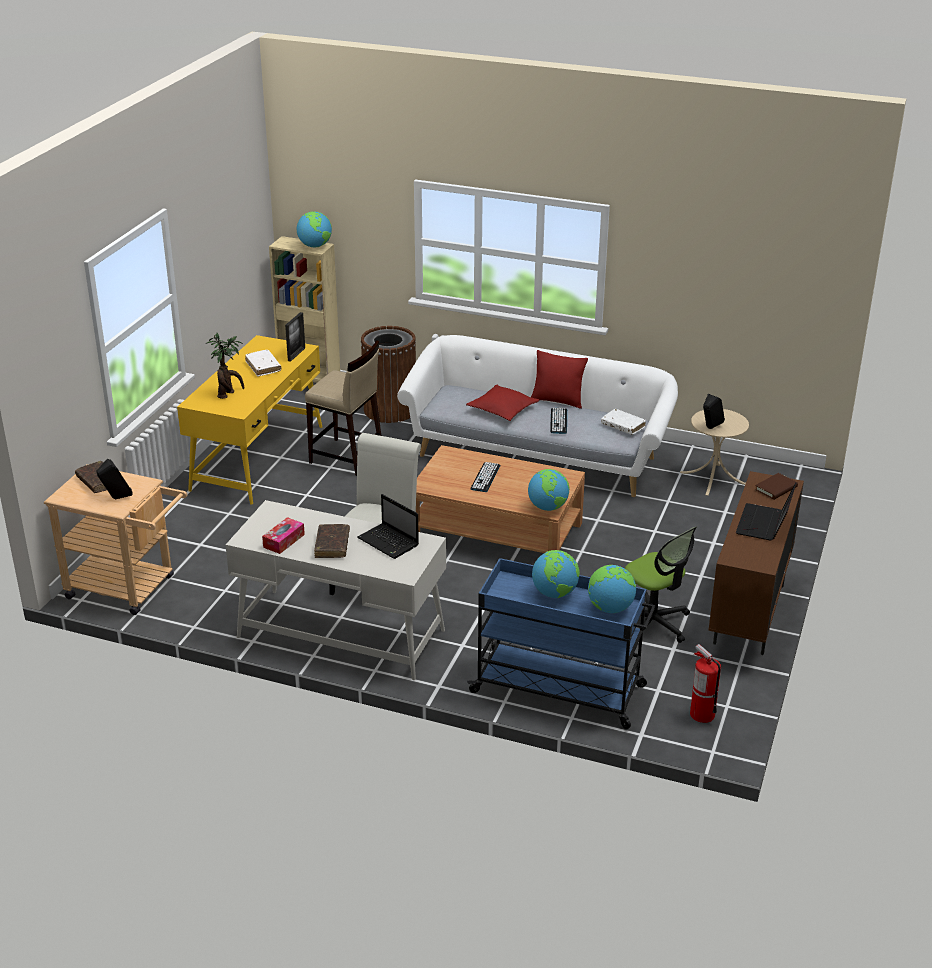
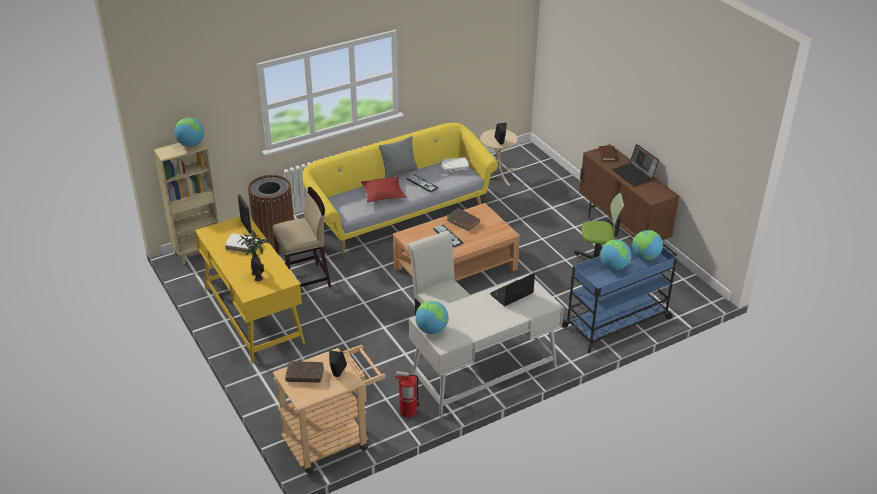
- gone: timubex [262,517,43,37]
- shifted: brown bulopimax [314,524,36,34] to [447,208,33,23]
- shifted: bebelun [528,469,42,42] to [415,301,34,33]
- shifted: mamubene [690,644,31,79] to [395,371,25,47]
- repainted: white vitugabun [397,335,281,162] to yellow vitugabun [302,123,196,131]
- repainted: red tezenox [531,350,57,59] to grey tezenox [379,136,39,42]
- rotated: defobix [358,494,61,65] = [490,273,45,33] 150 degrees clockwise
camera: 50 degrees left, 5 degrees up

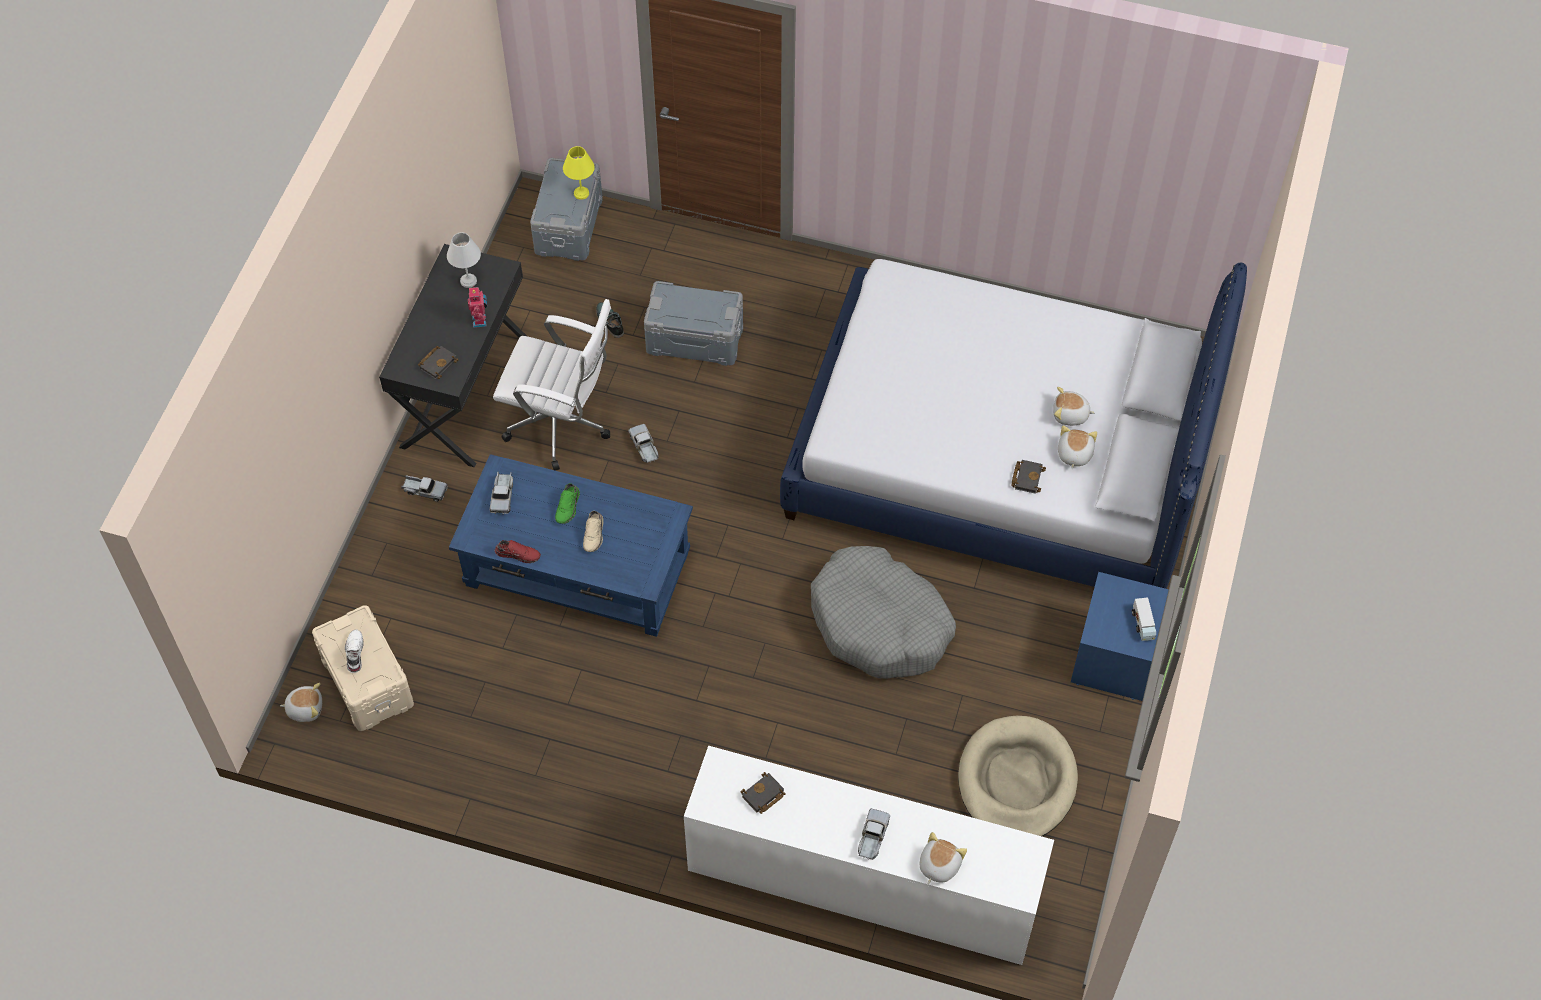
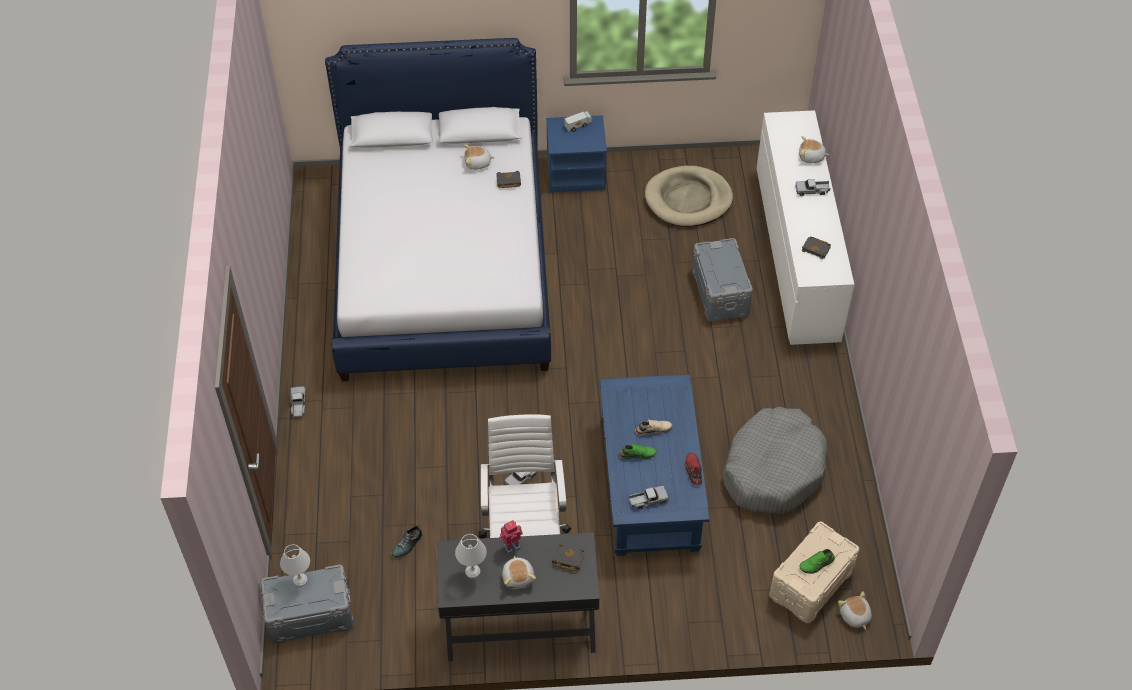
- shifted: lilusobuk [401,475,47,27] to [290,387,16,31]
- shifted: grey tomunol [644,281,99,85] to [692,238,61,84]
- shifted: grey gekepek [811,546,145,133] to [723,407,105,107]
- shifted: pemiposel [1053,387,42,39] to [502,556,34,33]
- repainted: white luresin [345,629,19,44] to green luresin [799,549,36,25]
- repainted: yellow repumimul [563,146,32,54] to white repumimul [280,544,30,43]
camera: 110 degrees left, 5 degrees down

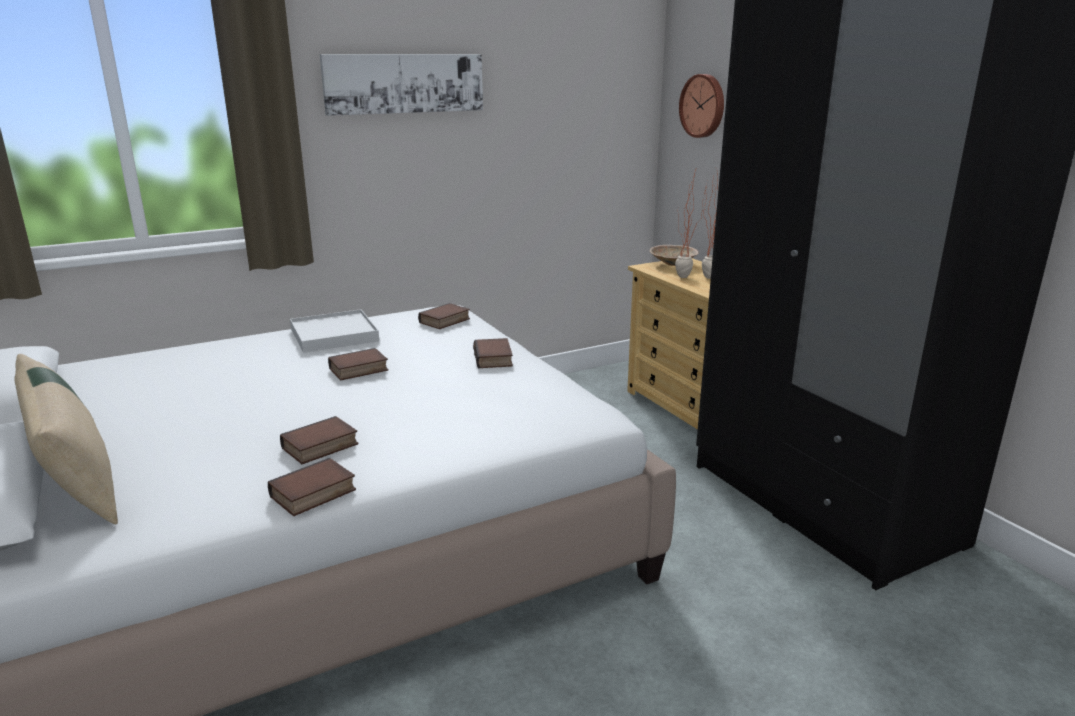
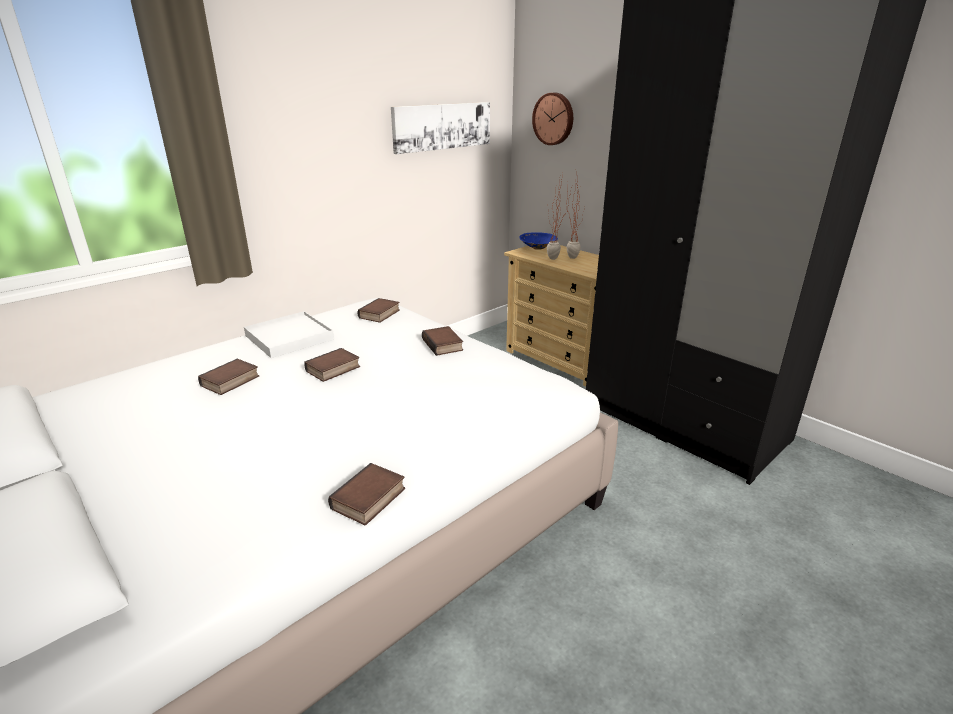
- gone: beige tezenox [14,354,104,170]
- shifted: bulopimax [280,416,79,48] to [198,359,61,36]
- shifted: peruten [320,54,163,62] to [391,102,99,52]
- repainted: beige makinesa [650,245,48,21] to blue makinesa [519,232,39,18]
camera: 15 degrees left, 5 degrees up

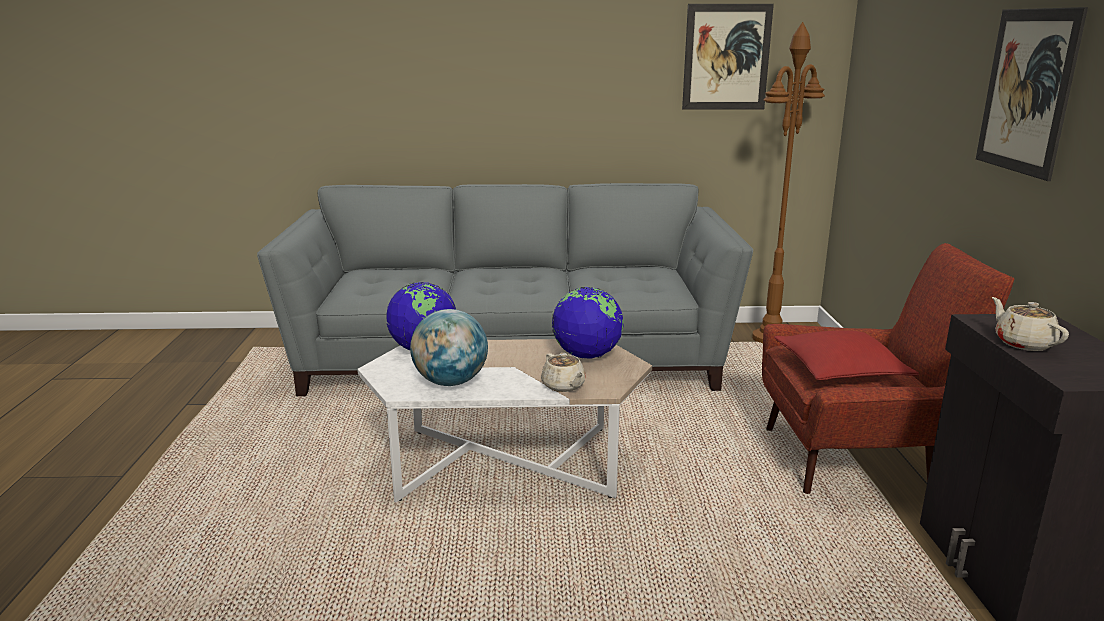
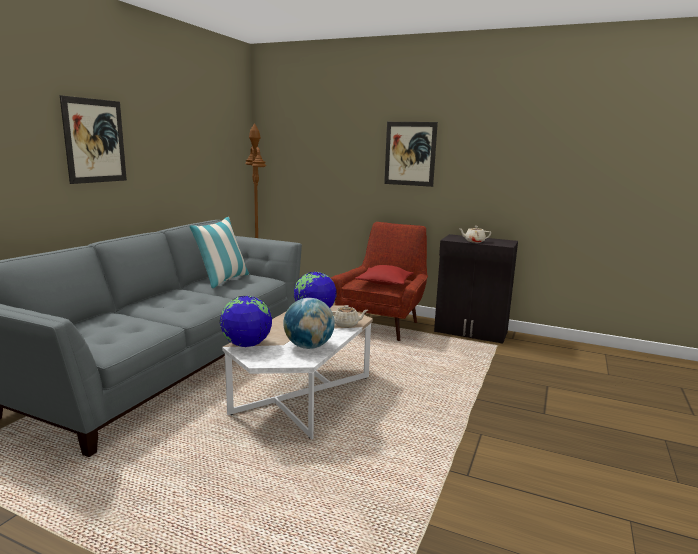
- new: tezenox [189,217,60,71]
- shifted: peruten [682,4,92,106] to [60,95,67,89]
camera: 65 degrees left, 5 degrees down

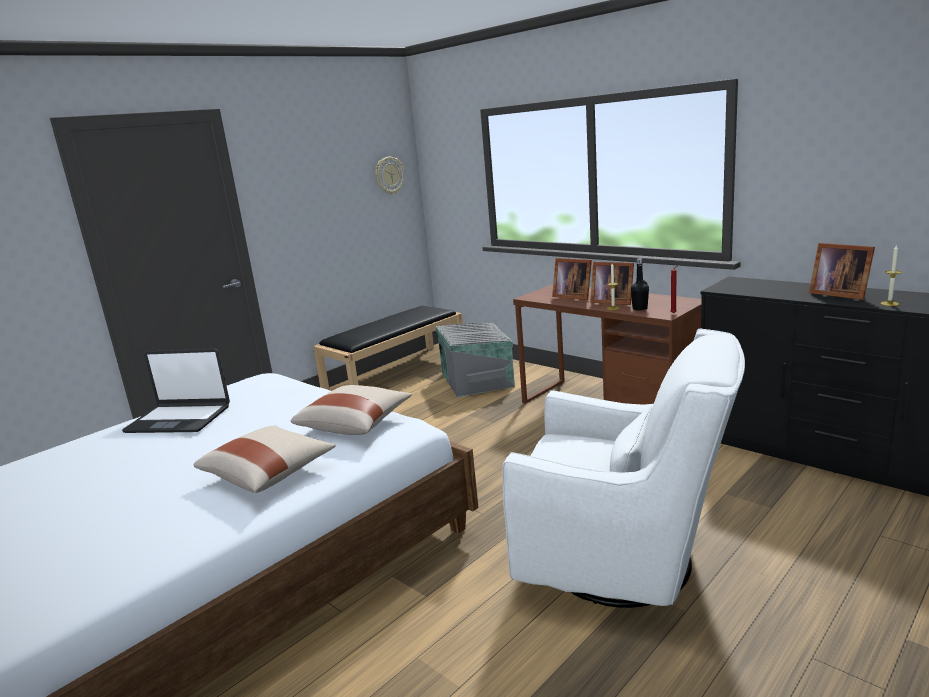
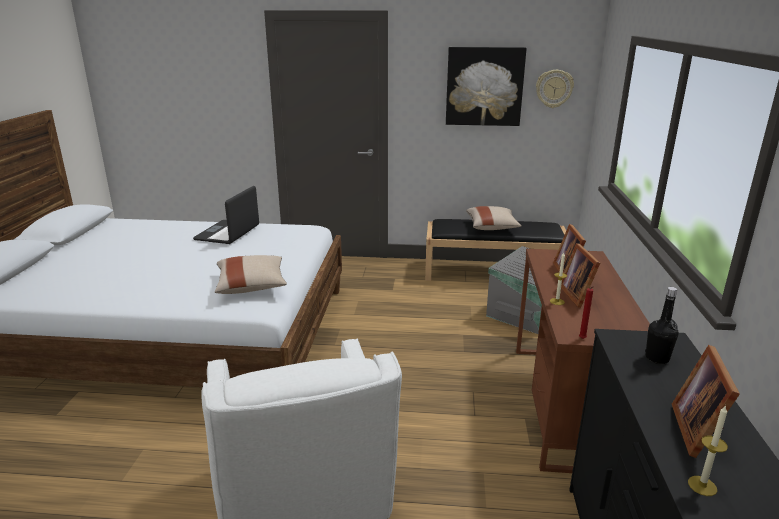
- new: peruten [446,47,81,79]
- shifted: beige tezenox [194,426,142,67] to [466,206,56,24]
- shifted: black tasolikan [631,258,18,53] to [645,287,34,77]
- rotated: defobix [122,349,108,84] = [193,186,66,58] 45 degrees clockwise
camera: 50 degrees right, 5 degrees up

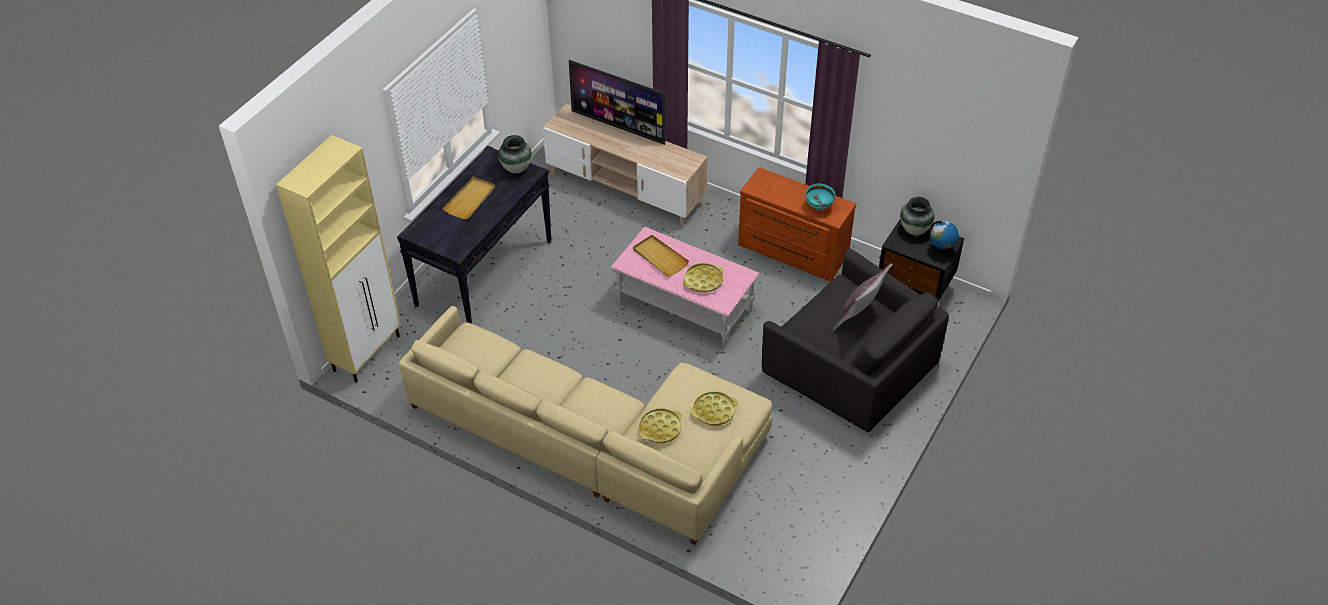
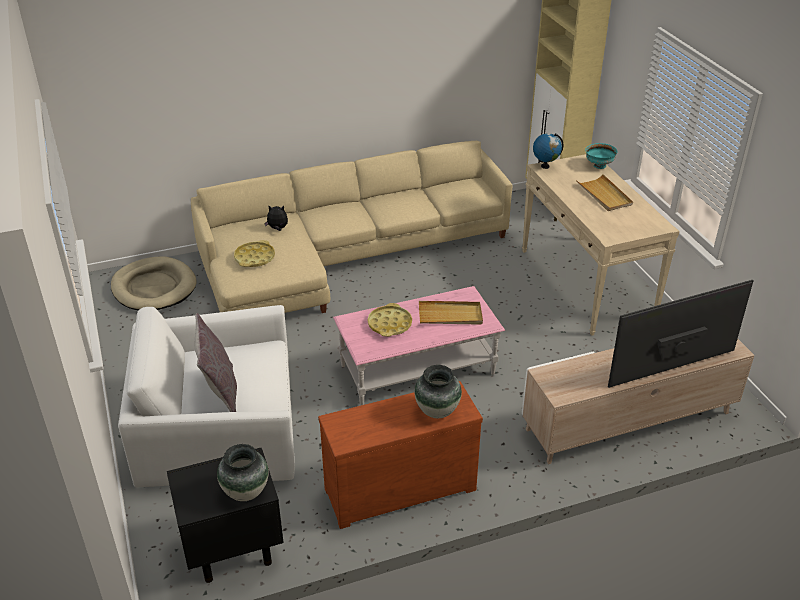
- new: beige gekepek [111,256,86,54]
- shifted: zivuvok [498,135,34,39] to [414,365,48,53]
- shifted: turquoise makinesa [806,184,30,26] to [585,143,33,26]
- shifted: bebelun [930,221,29,32] to [533,133,31,36]
- swapped: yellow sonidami [639,408,43,35] to pemiposel [264,205,24,26]
- repainted: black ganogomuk [397,146,155,178] to beige ganogomuk [522,154,158,182]
- repainted: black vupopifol [762,249,187,183] to white vupopifol [118,305,177,183]
camera: 130 degrees right, 10 degrees down

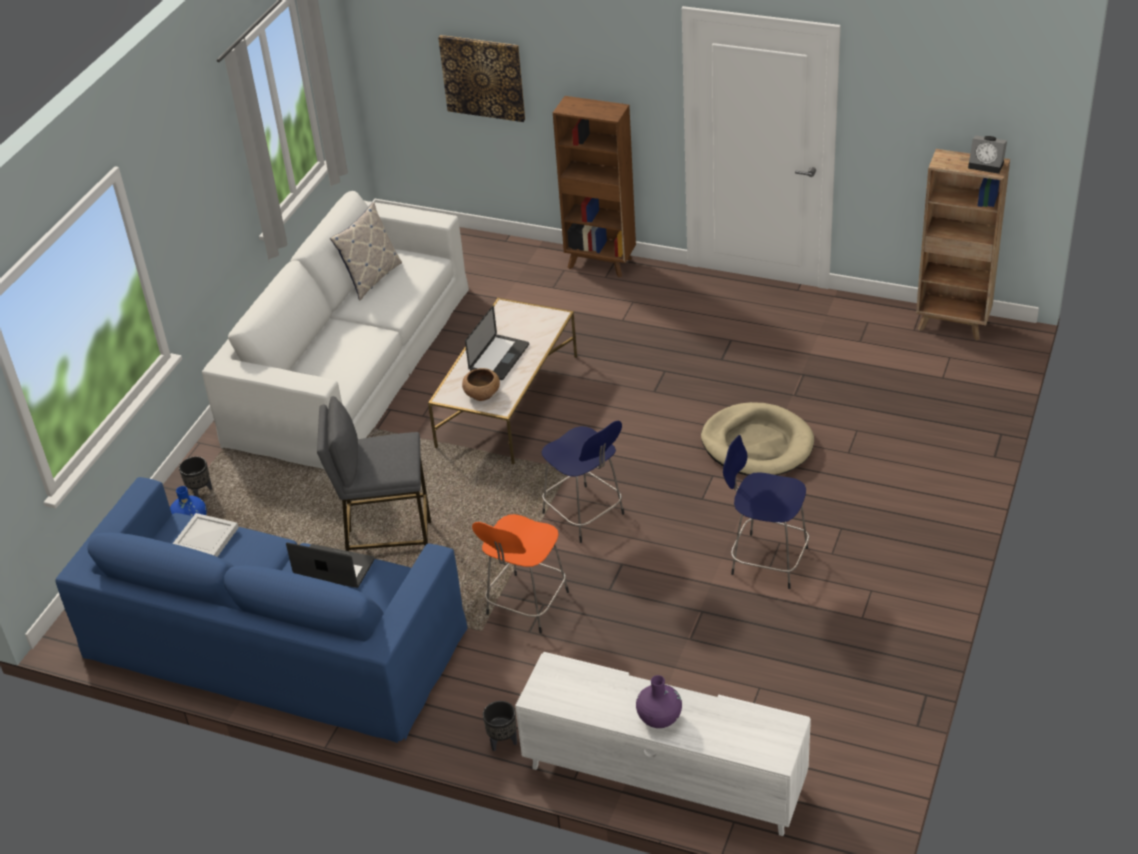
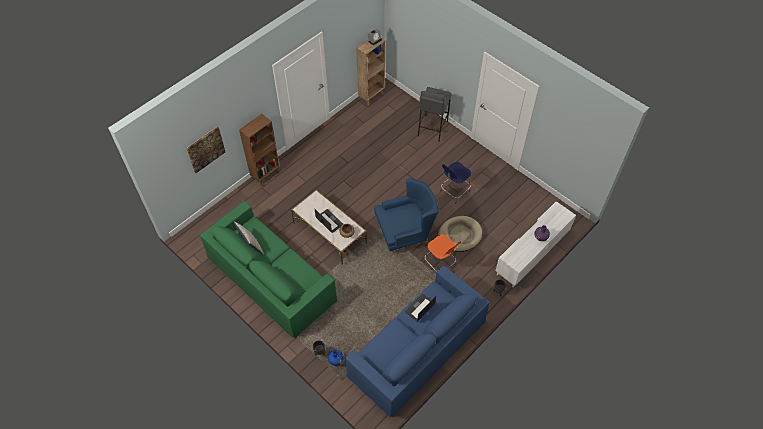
- gone: white sonidami [173,513,66,44]
- shifted: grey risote [317,396,114,155] to [418,87,34,55]
- shifted: beige gekepek [701,402,113,74] to [438,216,44,36]
- swapped: blue risote [541,421,83,122] to blue vupopifol [374,179,65,74]
- repainted: white vitugabun [202,191,267,278] to green vitugabun [200,201,137,137]
camera: 70 degrees left, 15 degrees up

